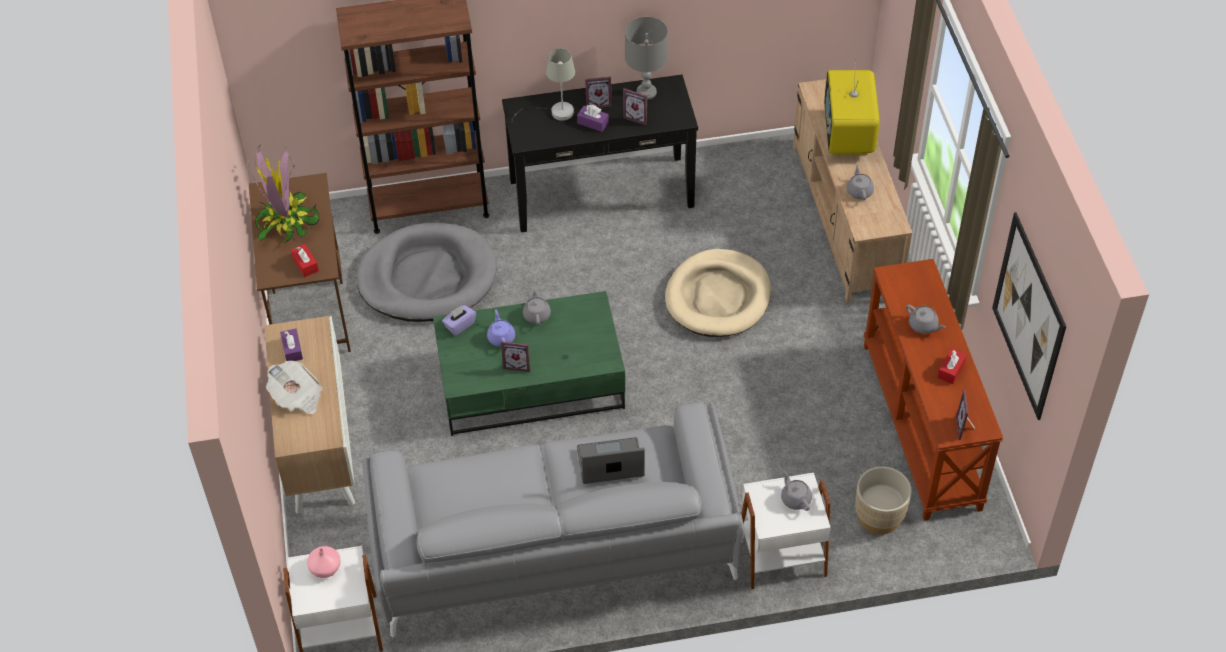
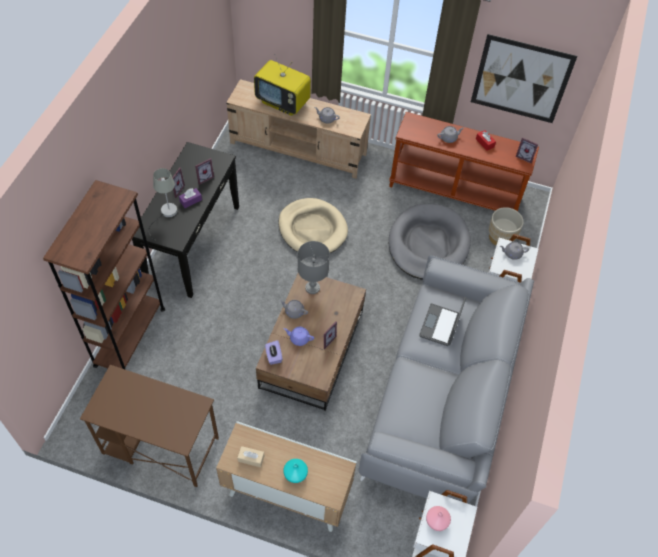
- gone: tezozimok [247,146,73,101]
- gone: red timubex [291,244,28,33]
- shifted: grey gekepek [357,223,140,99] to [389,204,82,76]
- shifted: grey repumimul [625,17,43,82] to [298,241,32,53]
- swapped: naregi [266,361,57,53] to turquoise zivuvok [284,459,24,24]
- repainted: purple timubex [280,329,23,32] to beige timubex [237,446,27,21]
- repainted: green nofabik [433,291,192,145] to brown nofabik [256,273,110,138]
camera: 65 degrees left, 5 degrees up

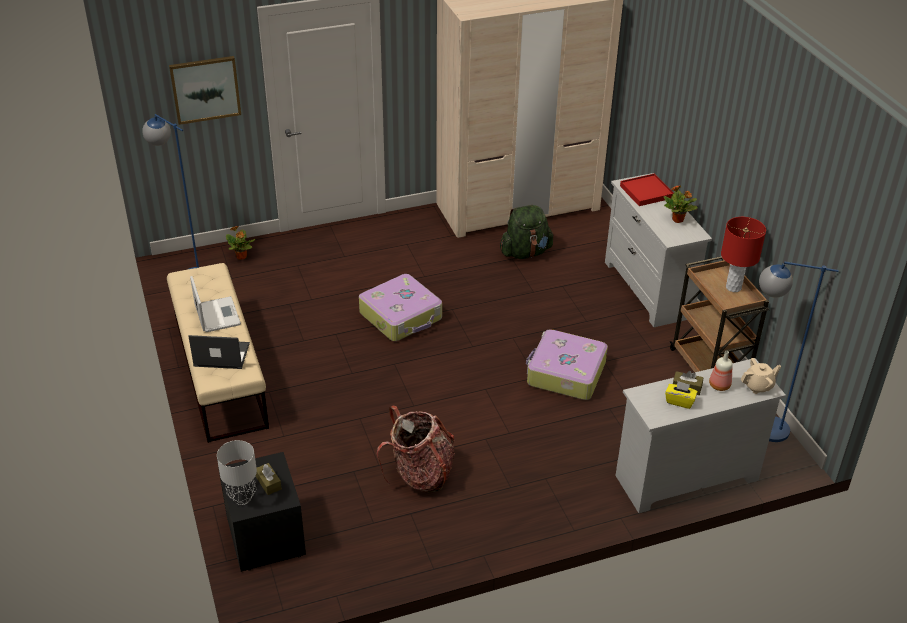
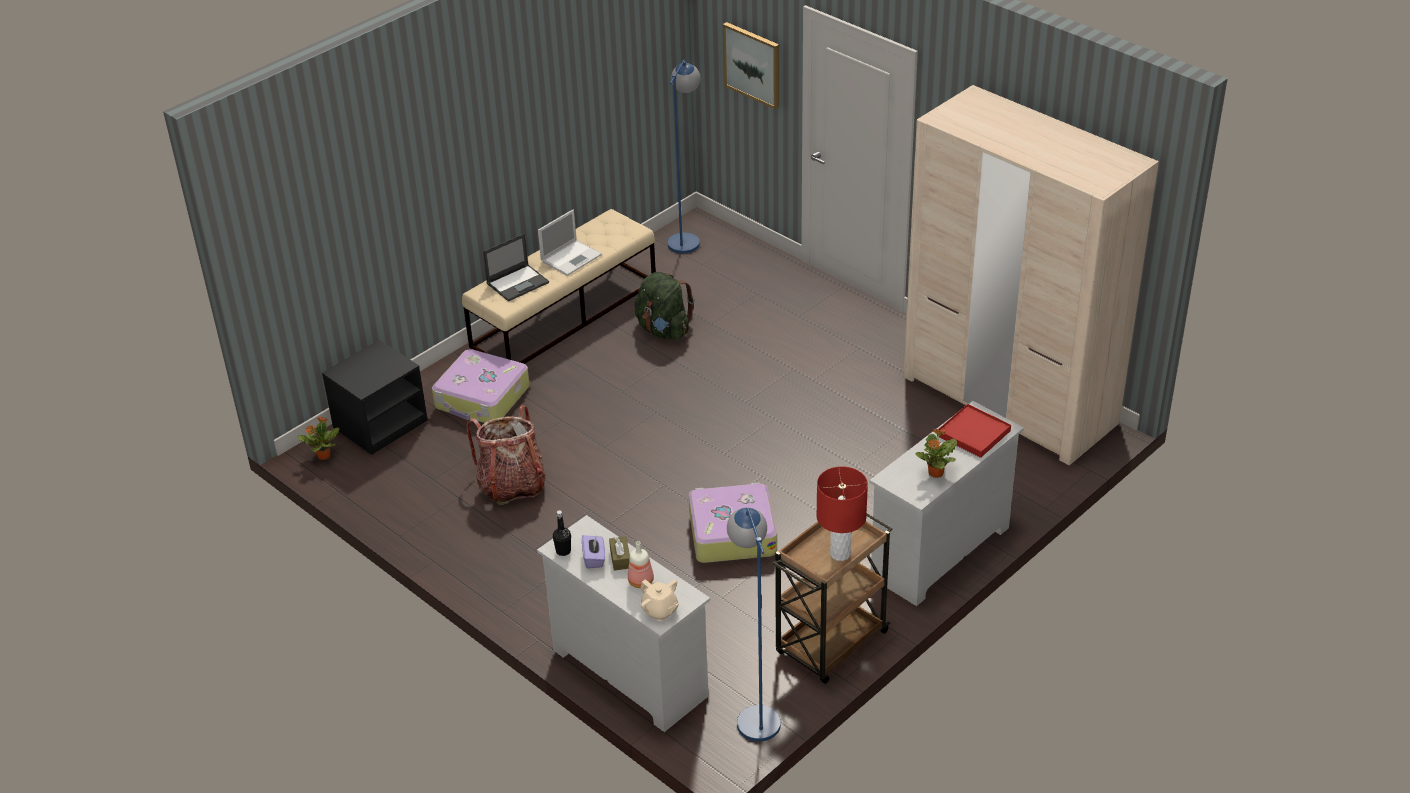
- gone: grey repumimul [217,440,40,65]
- gone: brown timubex [256,463,26,32]
- new: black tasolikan [553,510,18,46]
- shifted: tezozimok [226,226,29,34] to [298,417,41,43]
- shifted: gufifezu [359,274,83,67] to [432,349,98,74]
- shifted: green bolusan [500,205,53,54] to [635,272,59,68]
- repainted: yellow timubex [665,381,32,28] to purple timubex [582,535,23,34]
- rotated: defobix [188,335,62,34] = [483,233,66,69] 75 degrees clockwise
camera: 65 degrees right, 0 degrees up

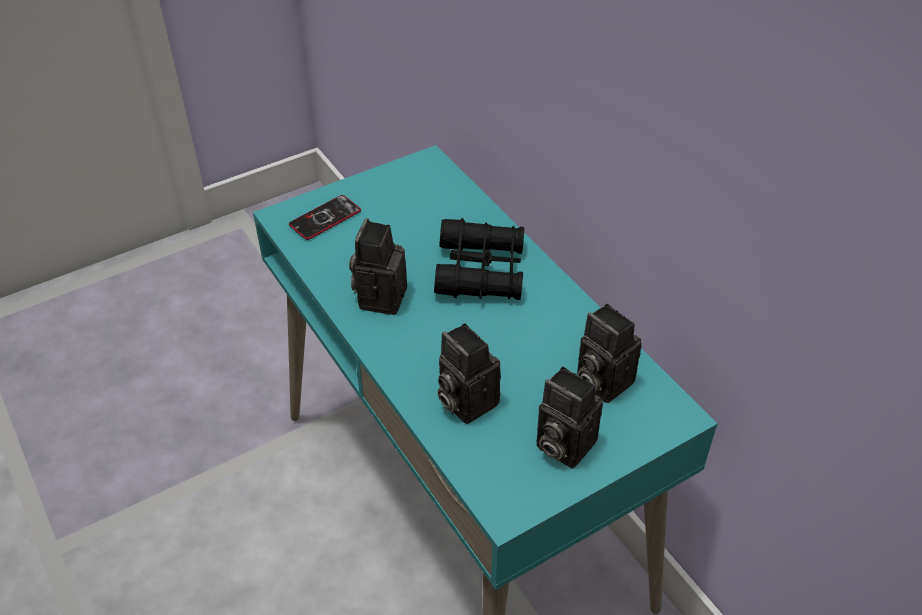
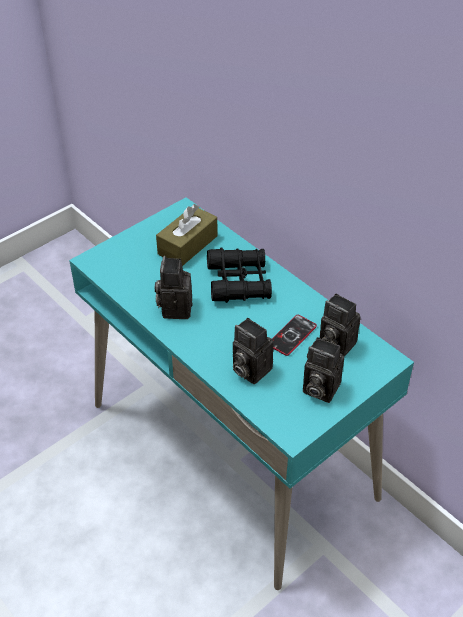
- new: brown timubex [156,204,62,62]
- shifted: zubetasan [289,195,72,45] to [272,315,45,41]
camera: 10 degrees left, 0 degrees up

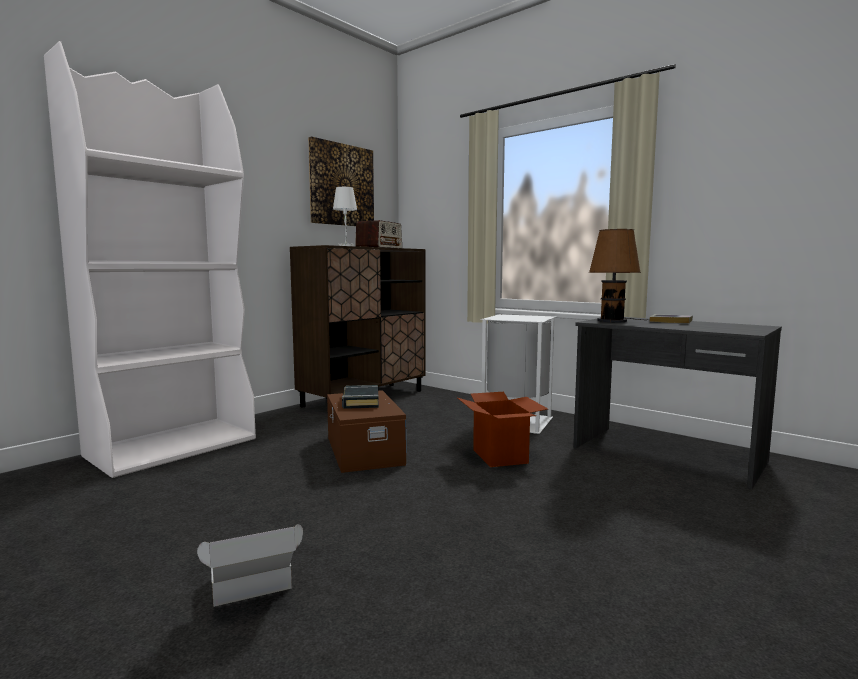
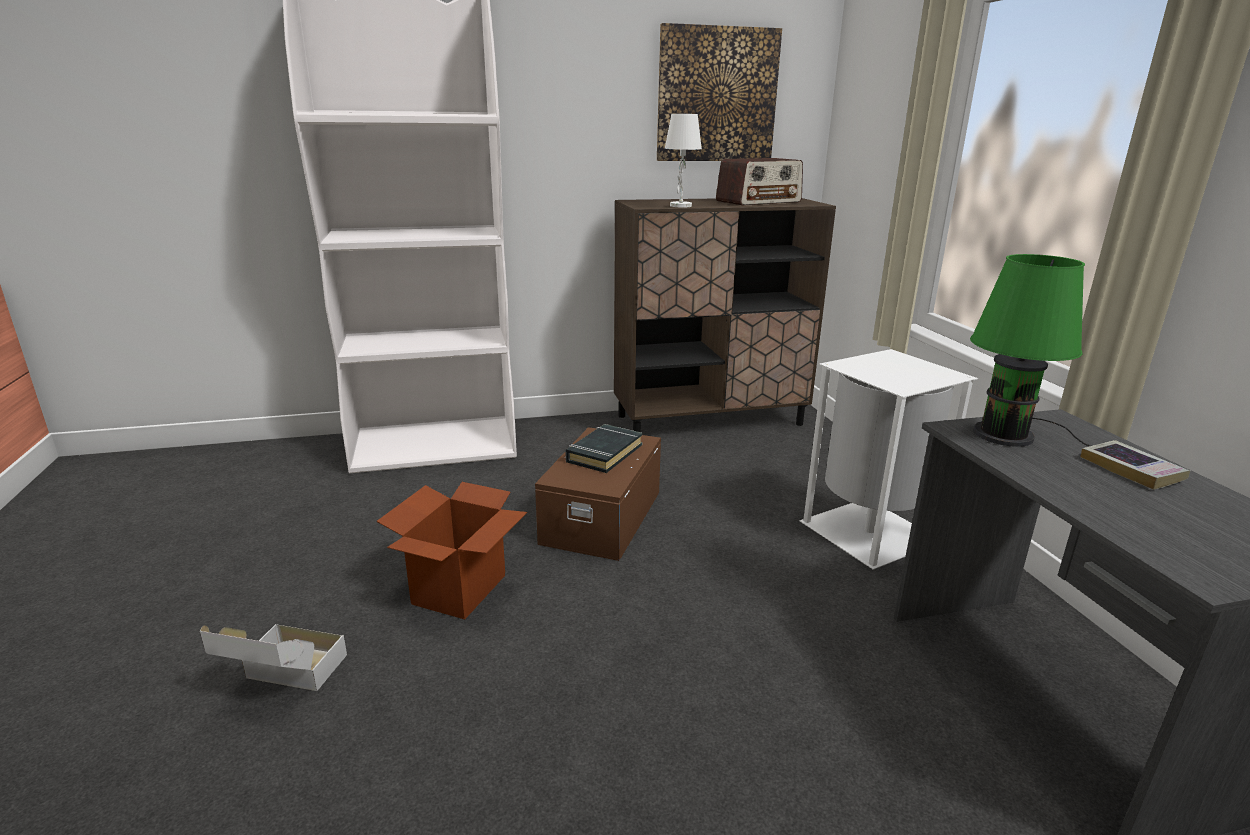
- shifted: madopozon [458,392,90,75] to [376,482,151,137]
- repainted: brown repumimul [589,229,60,93] to green repumimul [970,254,121,193]
camera: 35 degrees right, 15 degrees up

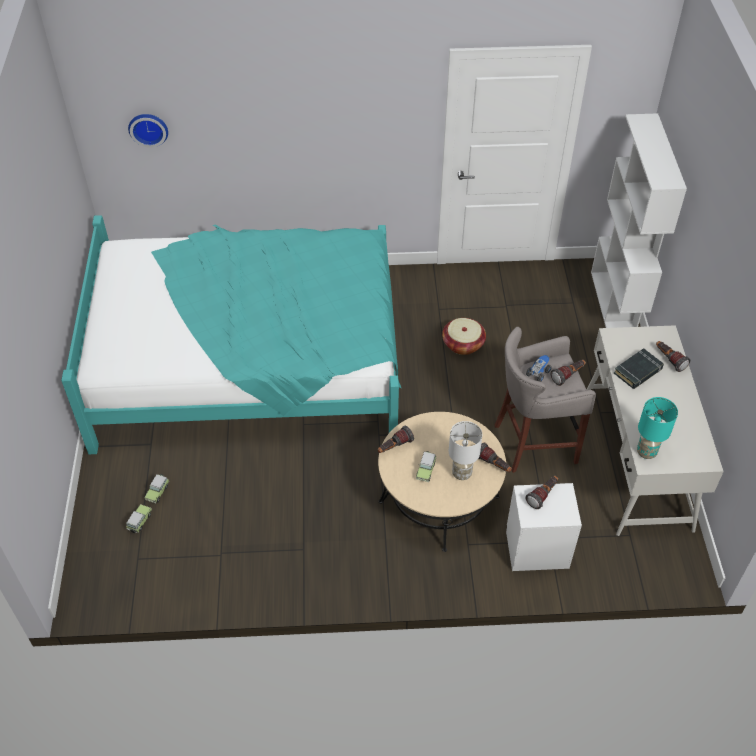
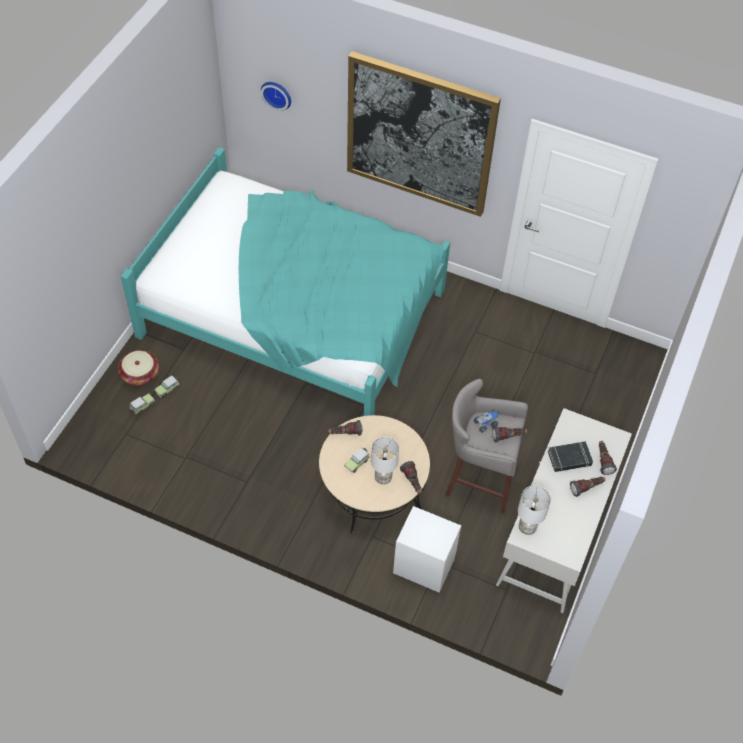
- gone: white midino [591,113,96,215]
- new: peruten [347,51,154,166]
- shifted: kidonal [442,318,44,37] to [118,350,41,36]
- shifted: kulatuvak [526,476,32,33] to [570,477,36,20]
- repainted: turquoise repumimul [637,397,41,62] to white repumimul [518,485,33,50]
camera: 25 degrees right, 5 degrees up

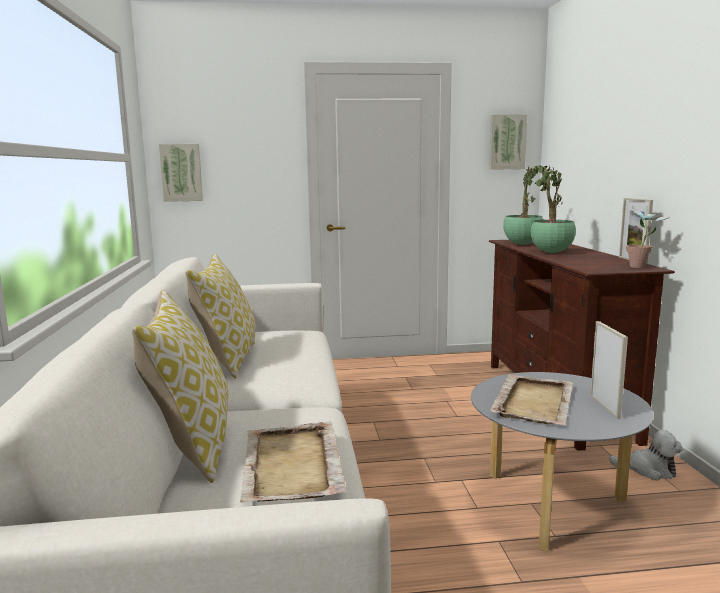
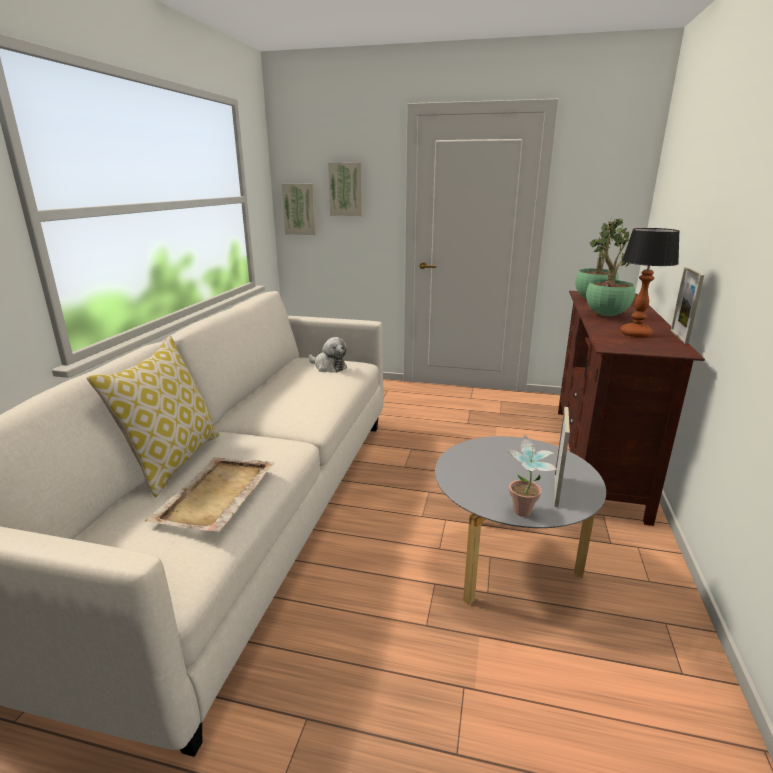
- gone: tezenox [185,253,71,125]
- gone: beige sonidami [490,374,83,52]
- new: repumimul [620,228,60,110]
- shifted: peruten [489,114,38,56] to [328,162,35,54]
- shifted: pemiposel [609,430,74,50] to [309,337,38,36]
- shifted: tezozimok [626,206,44,62] to [507,435,50,82]
camera: 20 degrees right, 10 degrees up

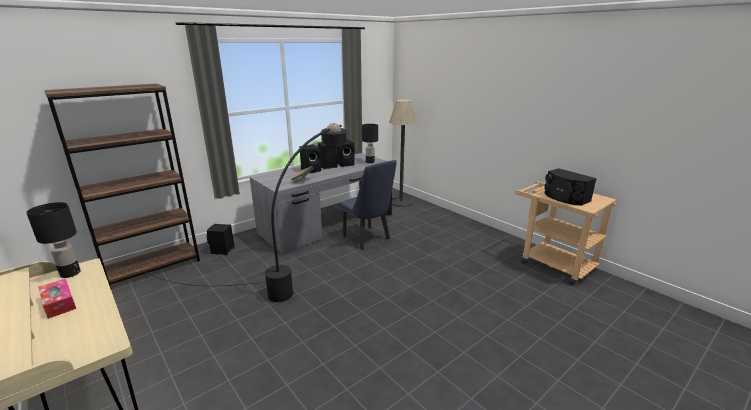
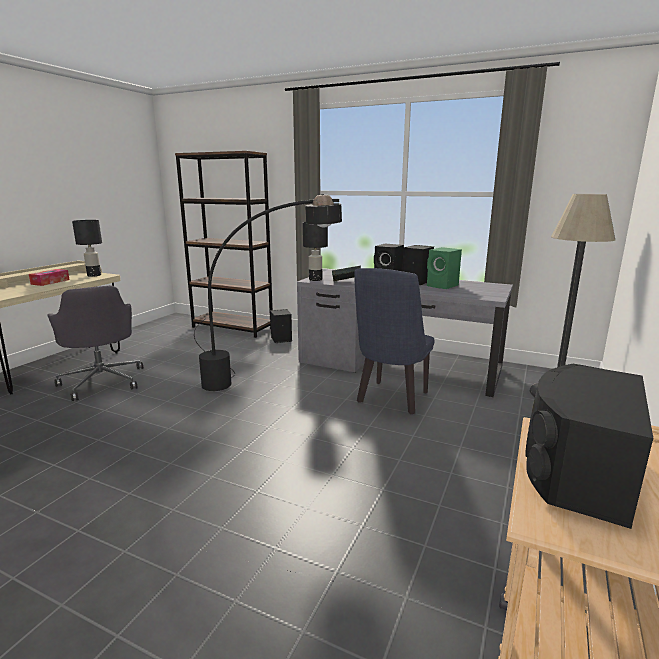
- new: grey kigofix [47,285,96,116]
- shifted: black repumimul [362,124,16,39] to [303,222,25,59]
- repainted: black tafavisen [337,139,18,28] to green tafavisen [427,247,35,42]
camera: 65 degrees right, 5 degrees down

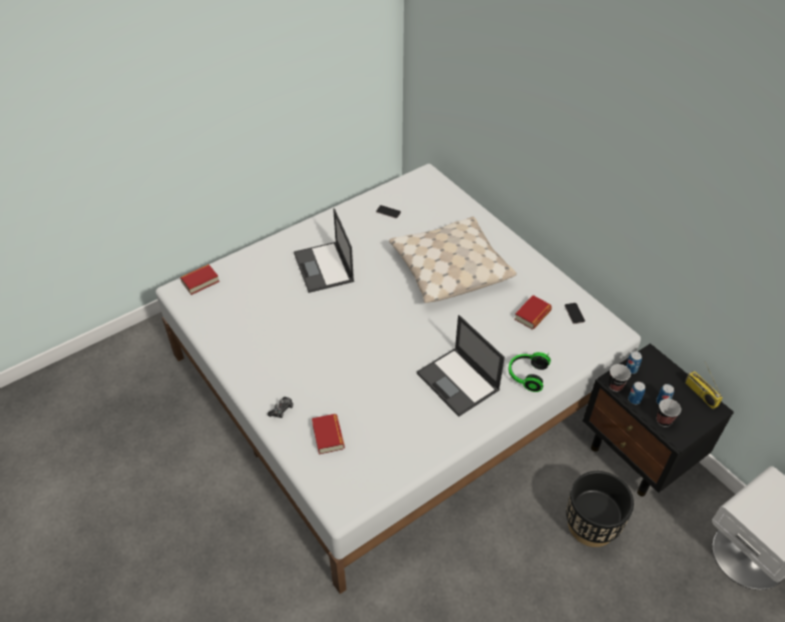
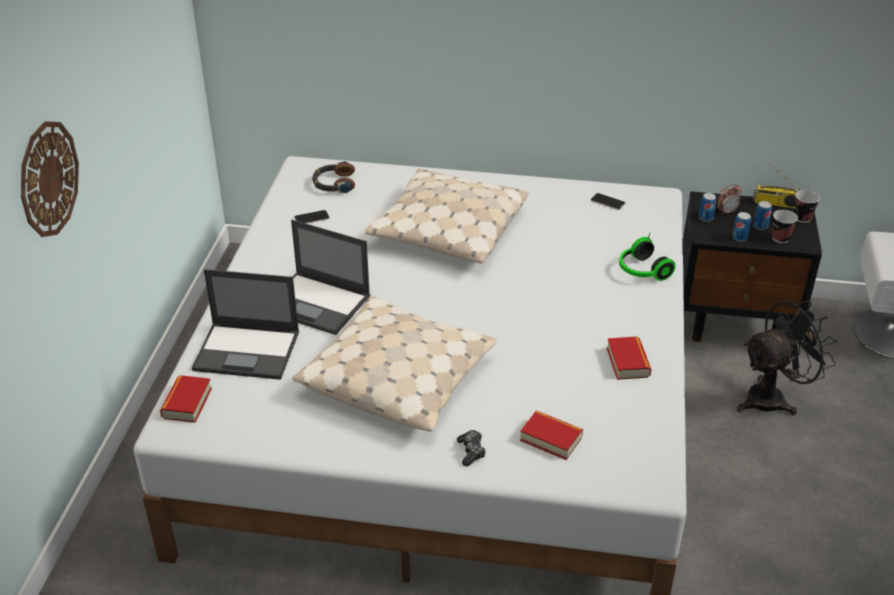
- new: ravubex [21,121,58,116]
- new: beige tezenox [293,296,204,136]
- new: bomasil [312,161,43,32]
- new: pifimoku [716,184,25,31]
- shifted: defobix [417,315,88,102] to [192,269,107,111]
- shifted: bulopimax [514,295,38,34] to [607,336,44,44]
- shifted: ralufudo [608,364,23,28] to [794,190,26,33]
- swapped: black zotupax [566,471,68,76] to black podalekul [737,299,100,116]
camera: 45 degrees left, 10 degrees down

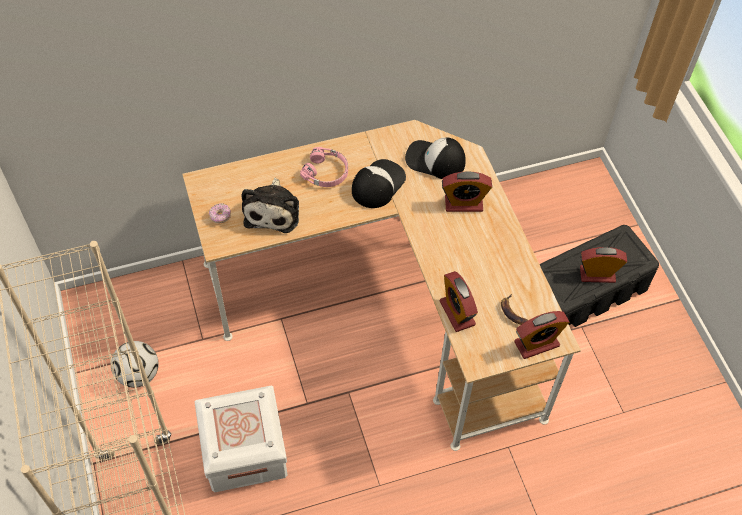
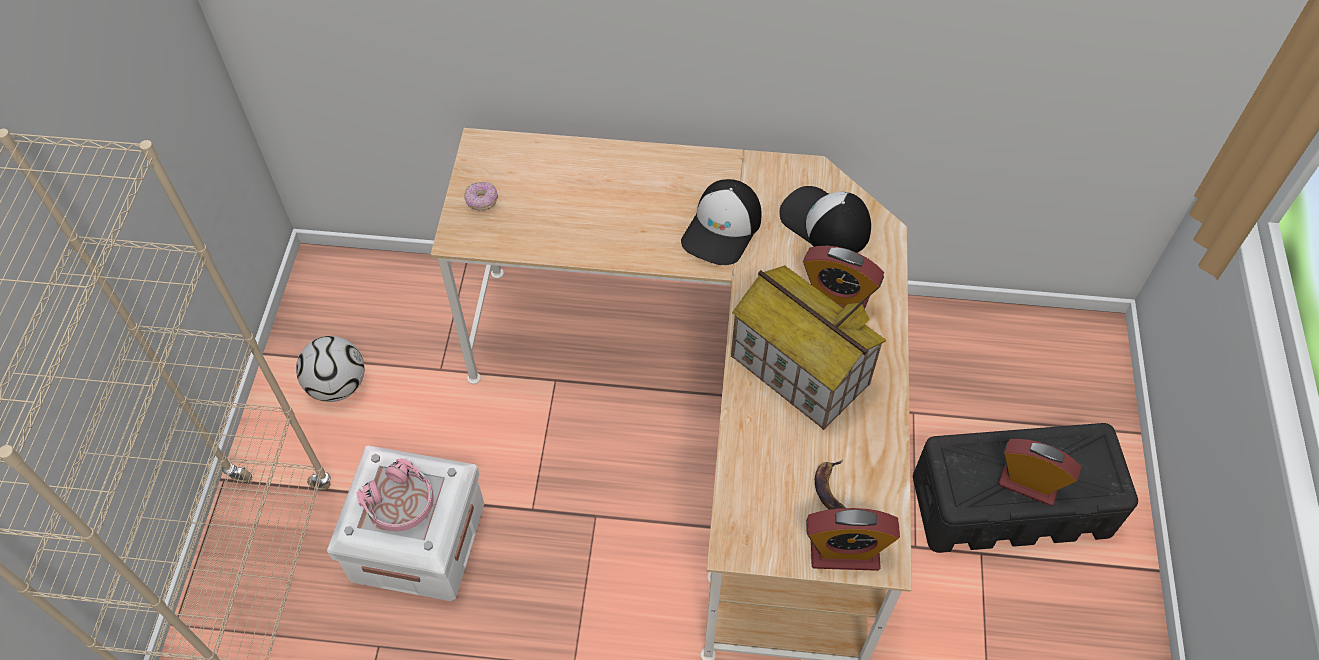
- gone: pemiposel [241,178,58,55]
- gone: pifimoku [440,271,38,61]
- new: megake [731,265,155,165]
- shifted: pink bomasil [300,147,48,40] to [356,458,78,74]
- rotated: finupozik [352,159,54,49] = [681,179,81,86] 150 degrees clockwise
camera: 25 degrees right, 0 degrees up

